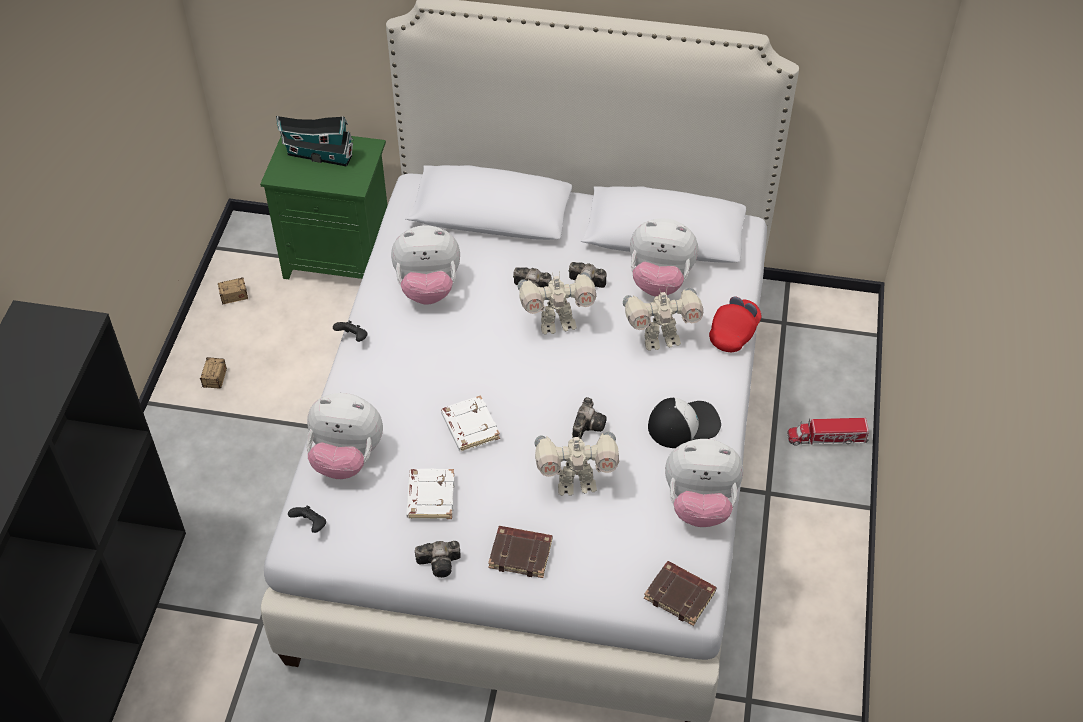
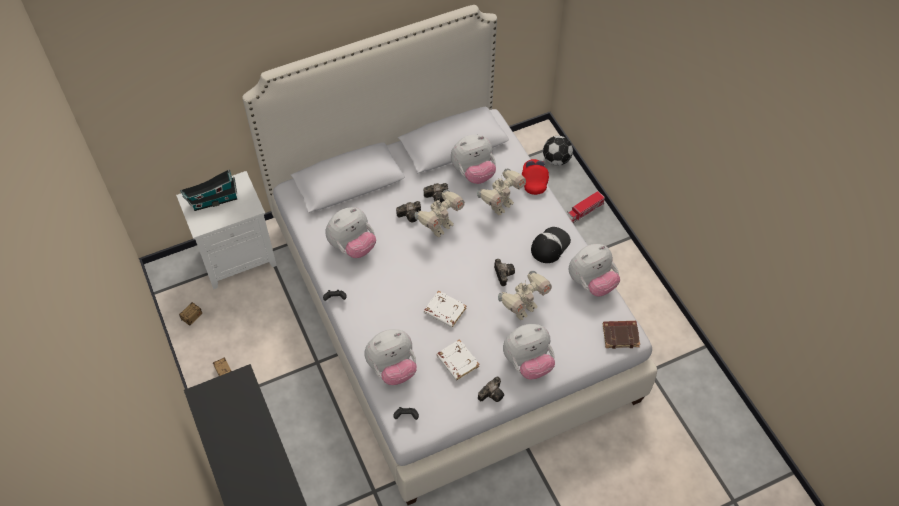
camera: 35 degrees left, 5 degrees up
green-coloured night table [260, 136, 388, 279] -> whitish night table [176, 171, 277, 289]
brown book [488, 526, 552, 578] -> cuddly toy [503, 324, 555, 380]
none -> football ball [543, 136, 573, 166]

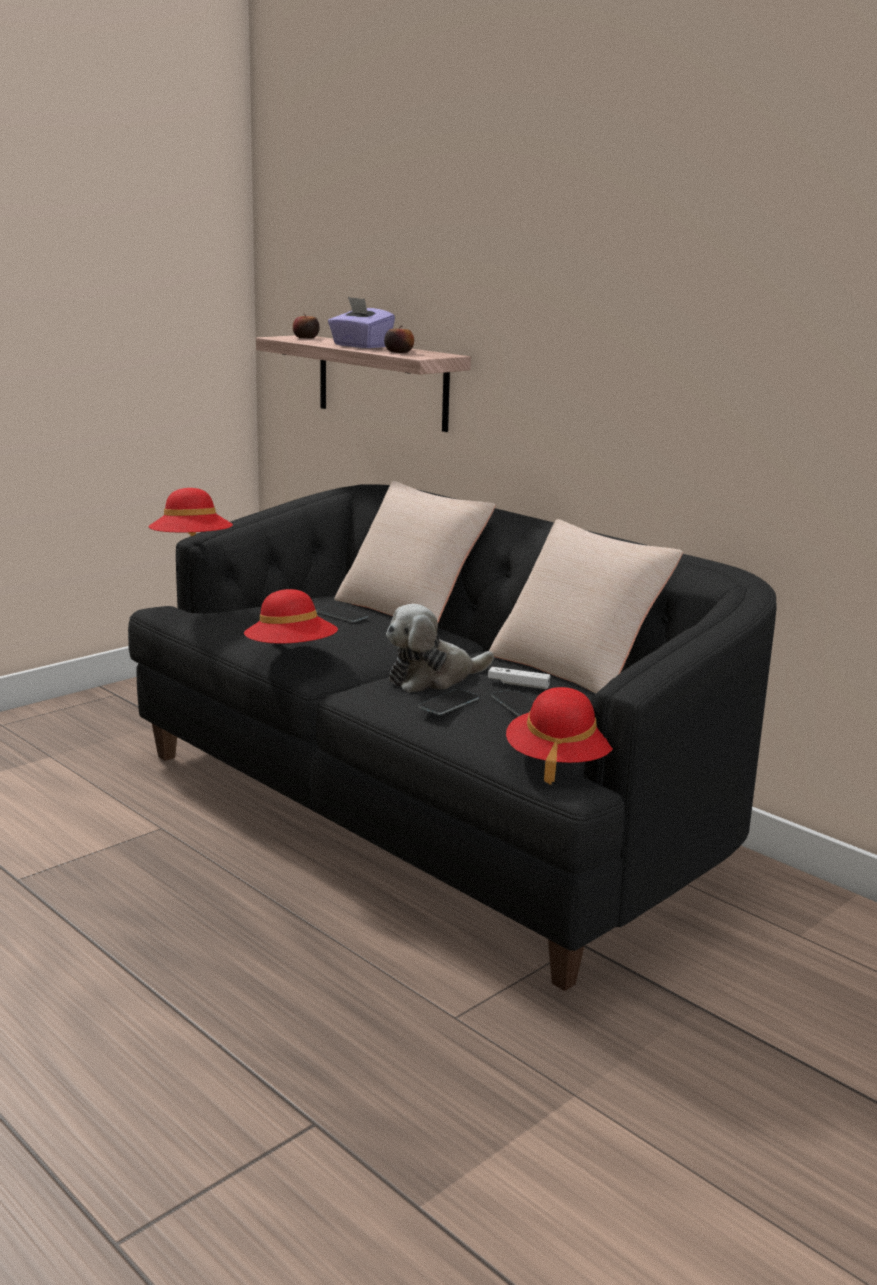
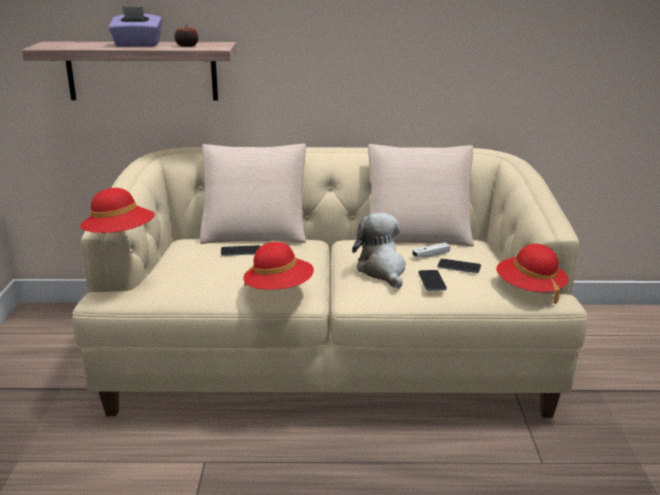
camera: 45 degrees left, 5 degrees up
blackish sofa [128, 484, 777, 991] -> beige sofa [72, 147, 587, 418]
apple fruit [293, 314, 320, 339] -> none
cuddly toy [386, 604, 494, 693] -> cuddly toy [352, 213, 406, 288], 150 degrees clockwise

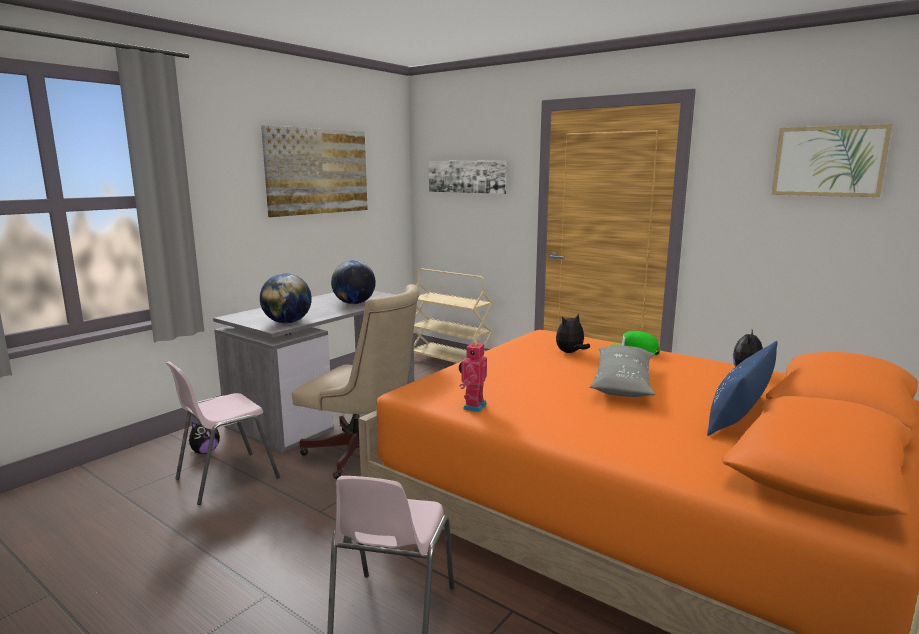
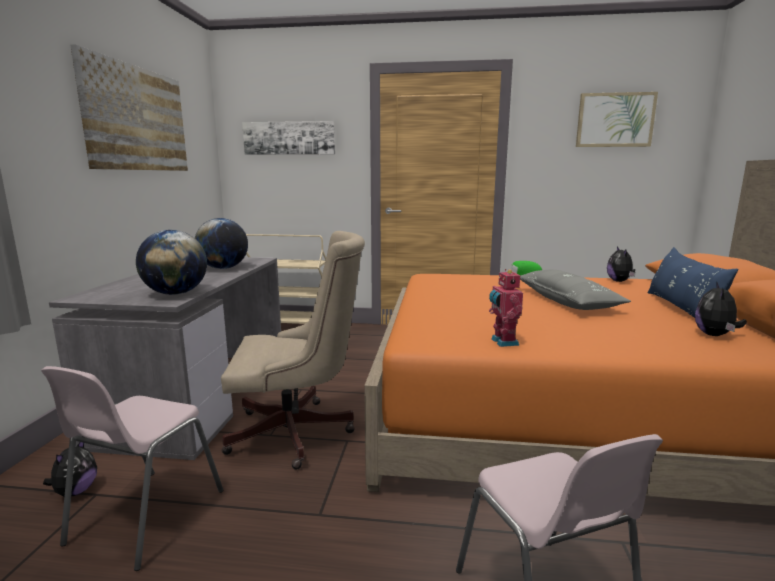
camera: 30 degrees left, 0 degrees up
cuddly toy [556, 313, 590, 353] -> cuddly toy [695, 281, 747, 336], moved

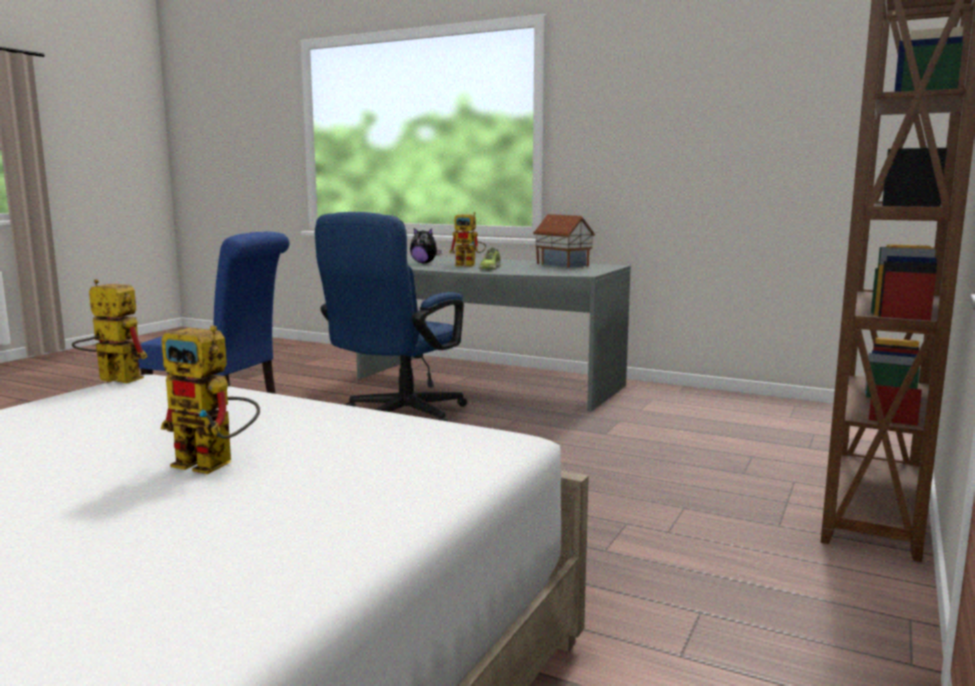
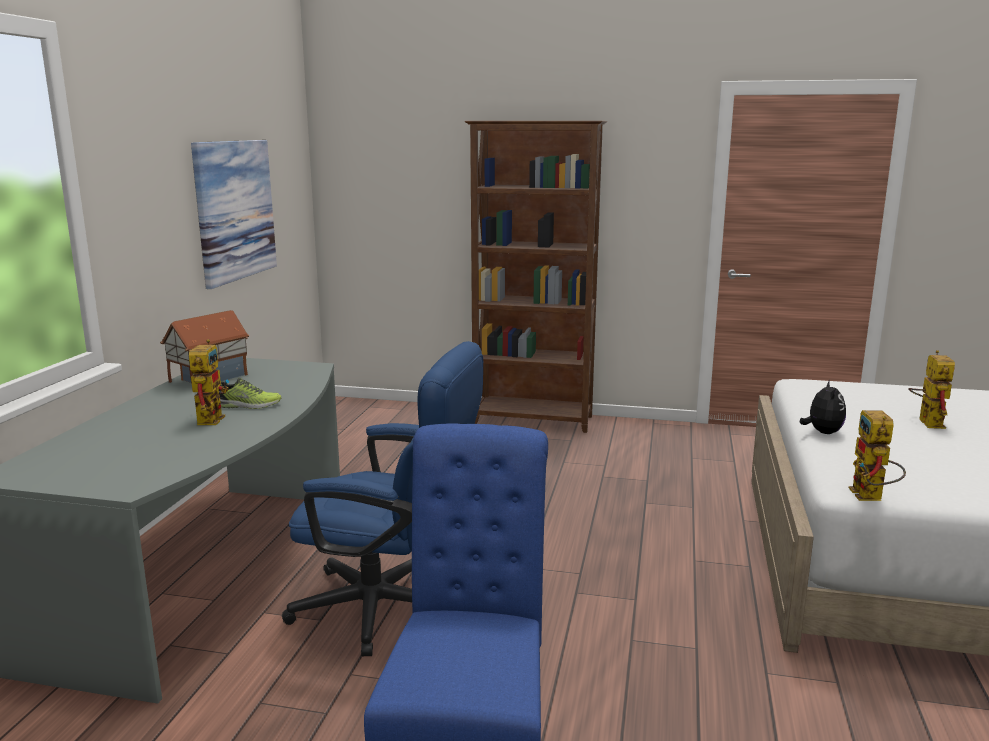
camera: 105 degrees left, 5 degrees up
cuddly toy [410, 228, 442, 264] -> cuddly toy [800, 380, 846, 434], moved
none -> wall art [191, 140, 277, 289]

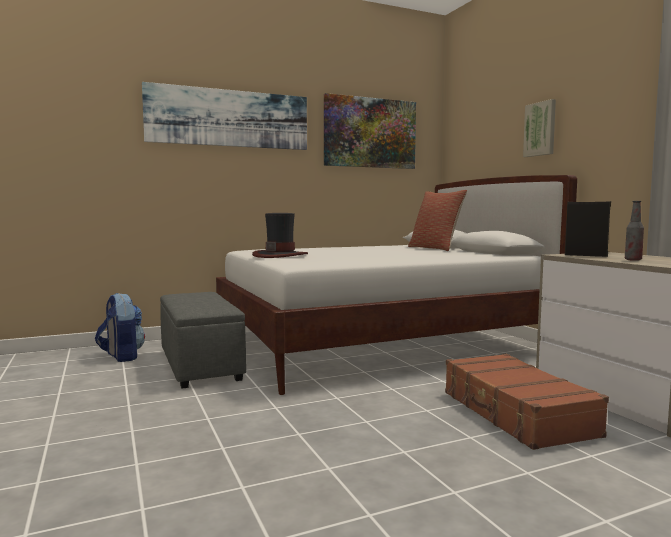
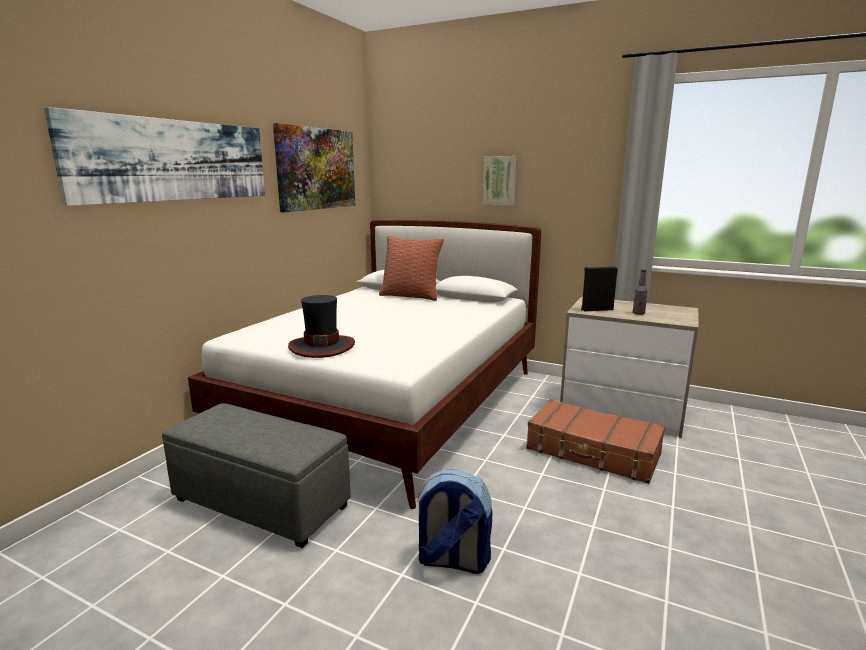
camera: 40 degrees left, 10 degrees up
rucksack [95, 293, 145, 362] -> rucksack [416, 469, 492, 574], moved

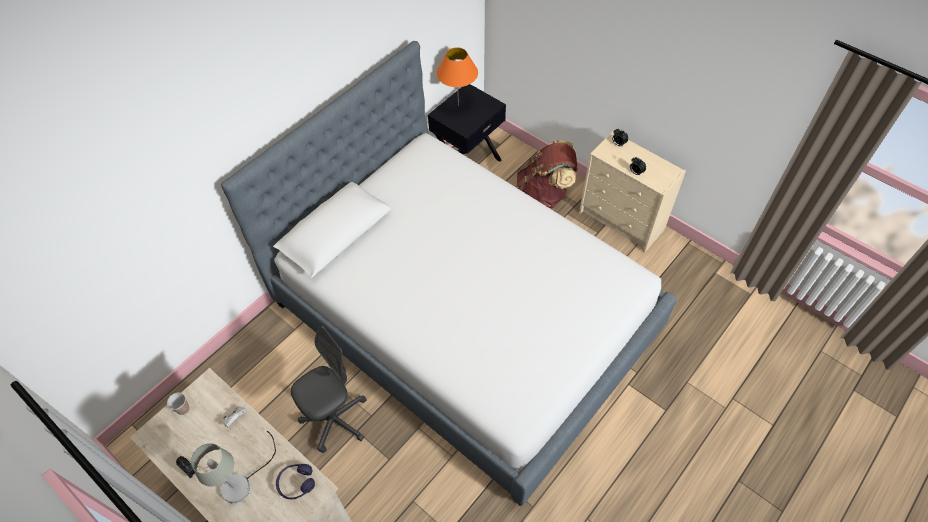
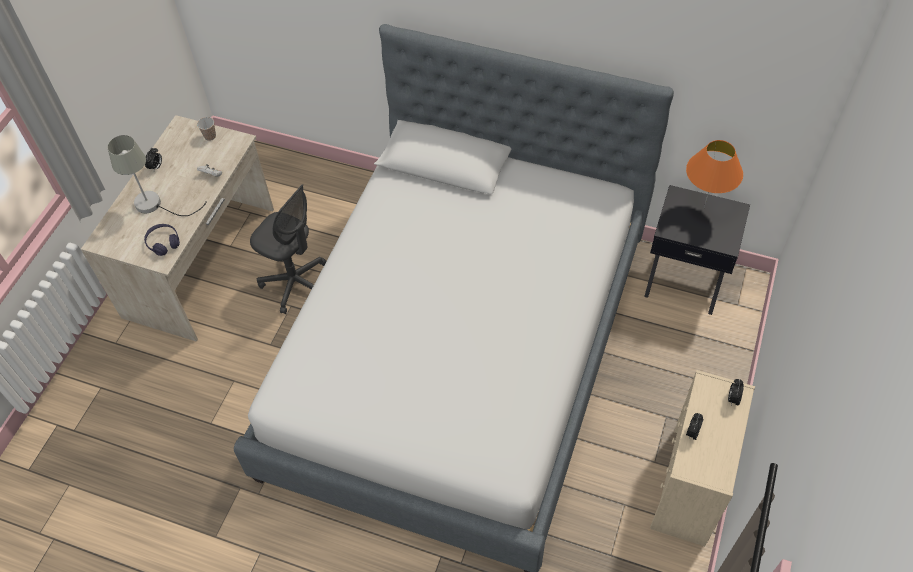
camera: 70 degrees right, 0 degrees up
brown rucksack [517, 140, 577, 209] -> none

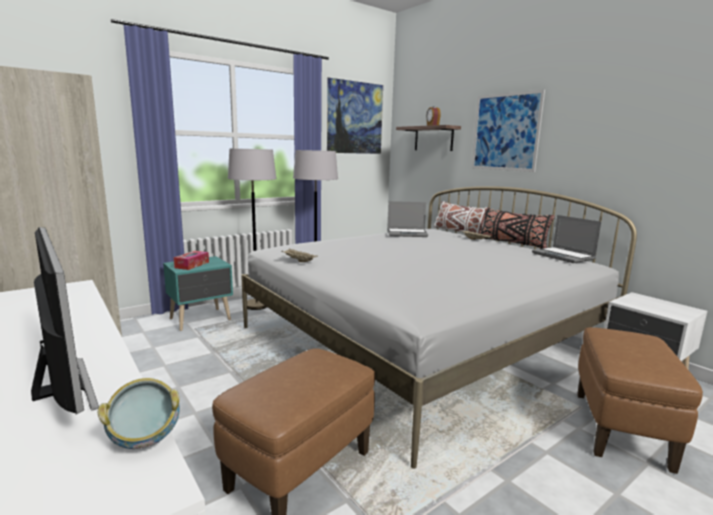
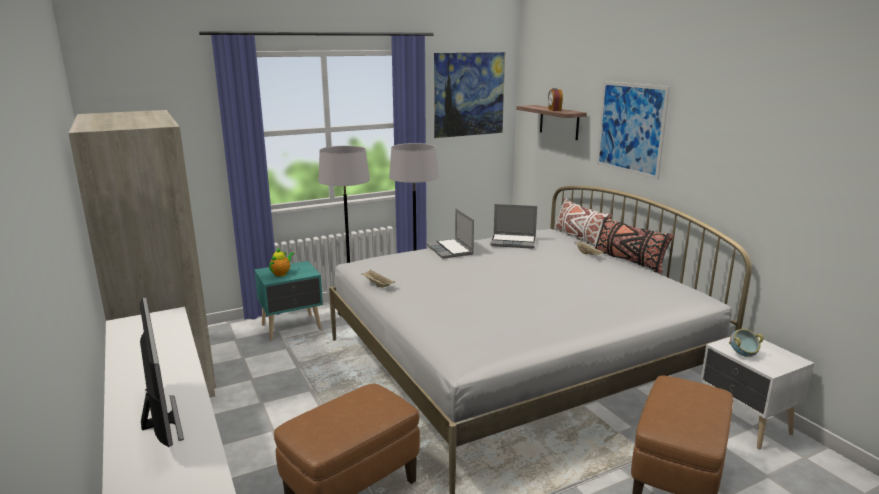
camera: 10 degrees right, 5 degrees up
deep dish [98, 378, 180, 449] -> deep dish [729, 329, 764, 357], moved
box of tissues [174, 251, 209, 270] -> pot for tea [269, 248, 294, 277]
portable computer [532, 215, 601, 263] -> portable computer [426, 208, 474, 259], moved

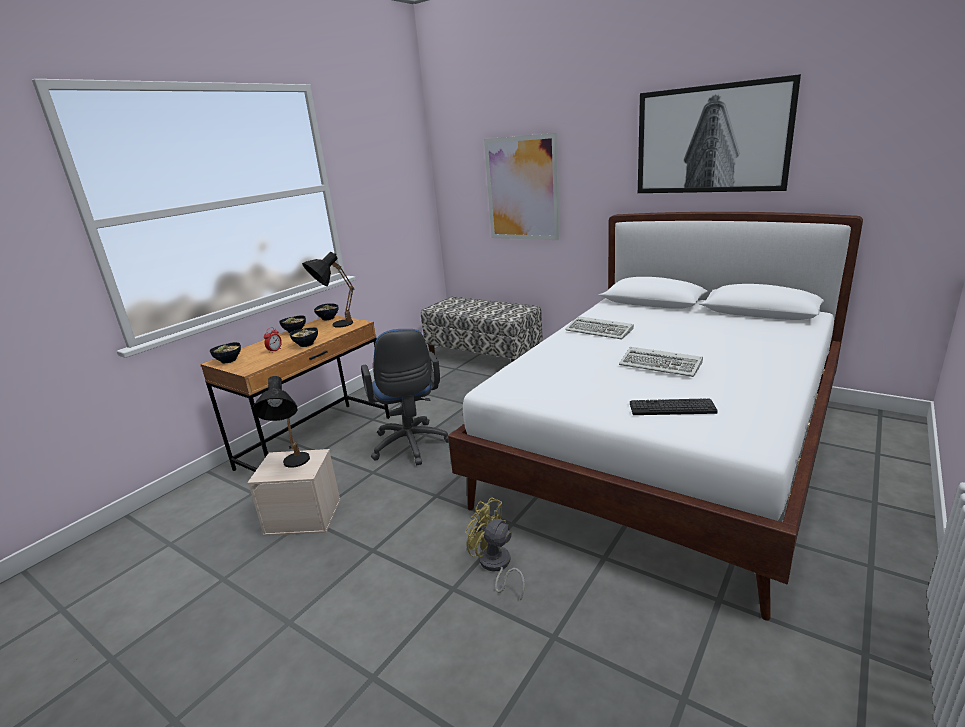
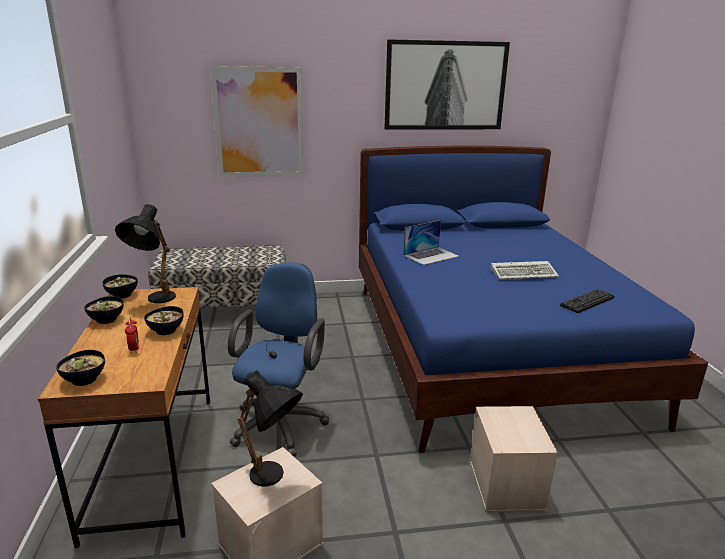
camera: 45 degrees left, 0 degrees up
bluish computer chair [361, 329, 449, 465] -> bluish computer chair [228, 262, 329, 456], 105 degrees counterclockwise
whitish bedroom bed [448, 212, 863, 621] -> bluish bedroom bed [359, 146, 709, 453]
yellowish fan [465, 497, 525, 601] -> beige storage bin [470, 406, 558, 512]
computer keyboard [565, 316, 634, 340] -> portable computer [403, 220, 459, 265]

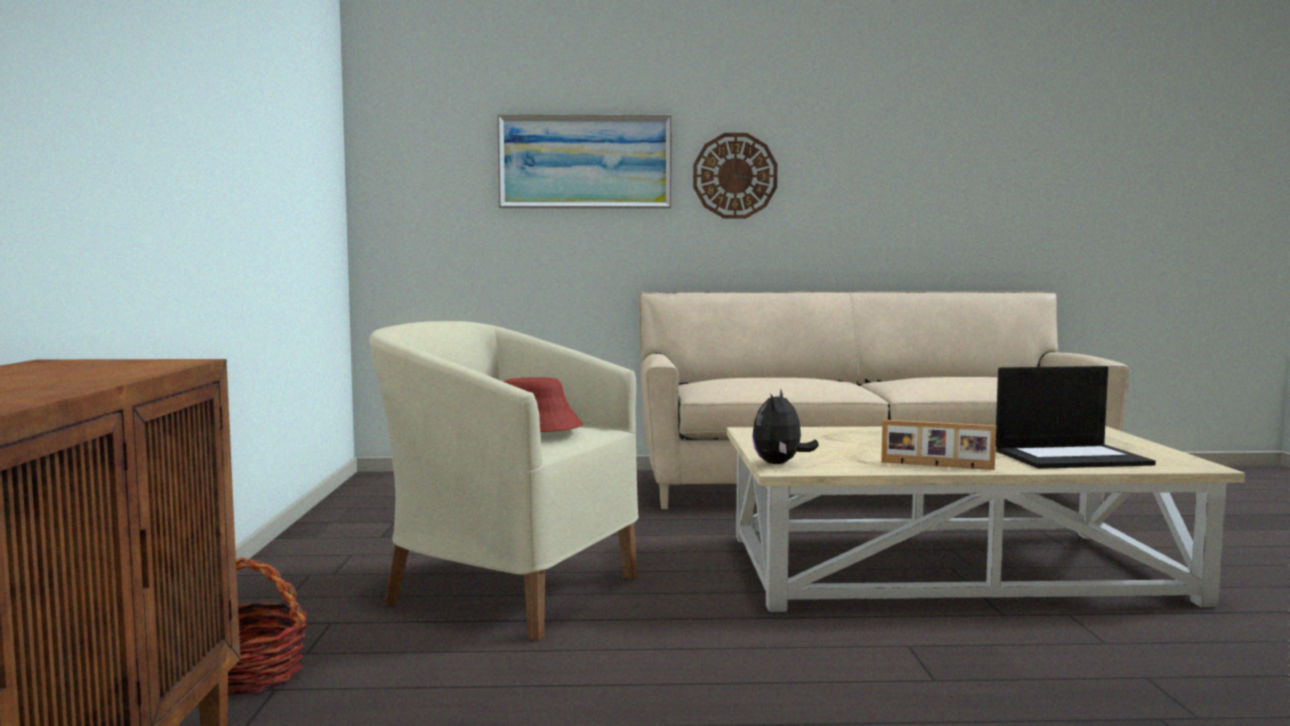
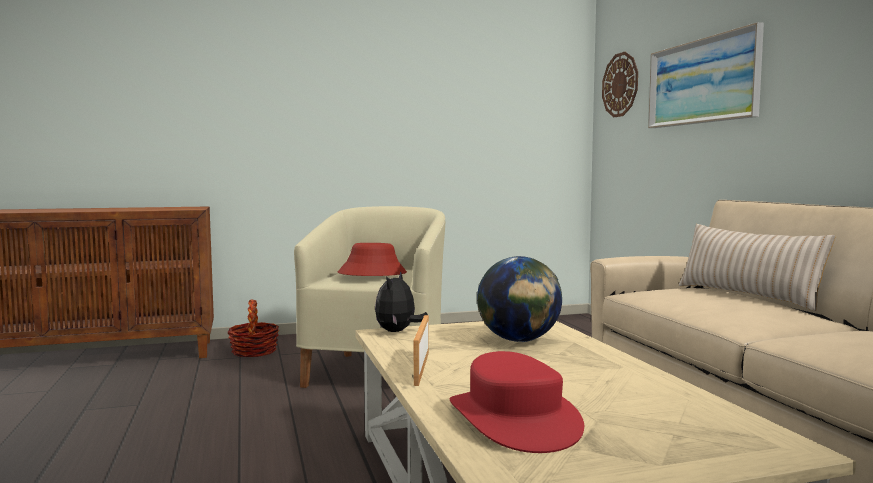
camera: 75 degrees right, 0 degrees up
wall clock [693, 133, 778, 219] -> wall clock [602, 52, 638, 117], moved
cuddly toy [752, 388, 819, 464] -> cuddly toy [375, 271, 428, 332], 75 degrees counterclockwise
portable computer [996, 366, 1156, 469] -> reddish wearable hat [450, 351, 584, 453]
none -> world globe [477, 256, 562, 342]
none -> beige throw pillow [678, 224, 836, 311]

